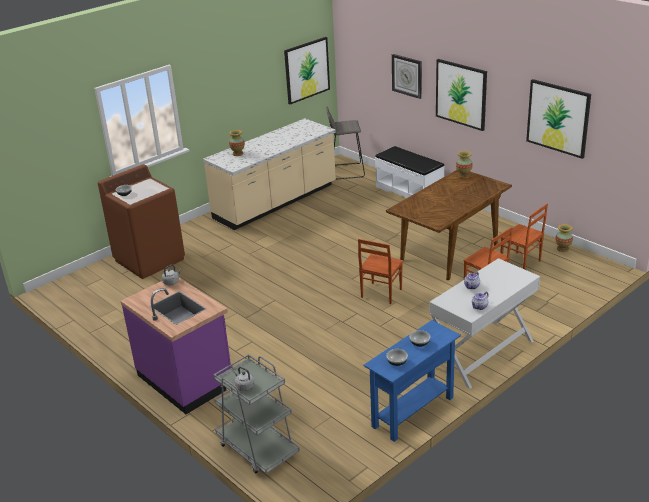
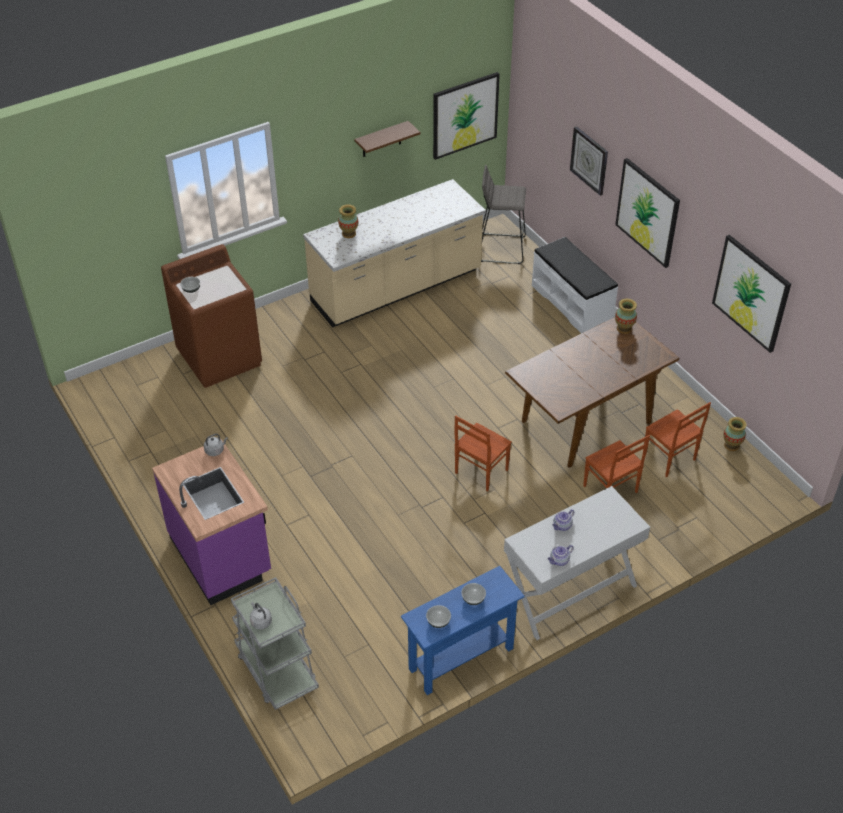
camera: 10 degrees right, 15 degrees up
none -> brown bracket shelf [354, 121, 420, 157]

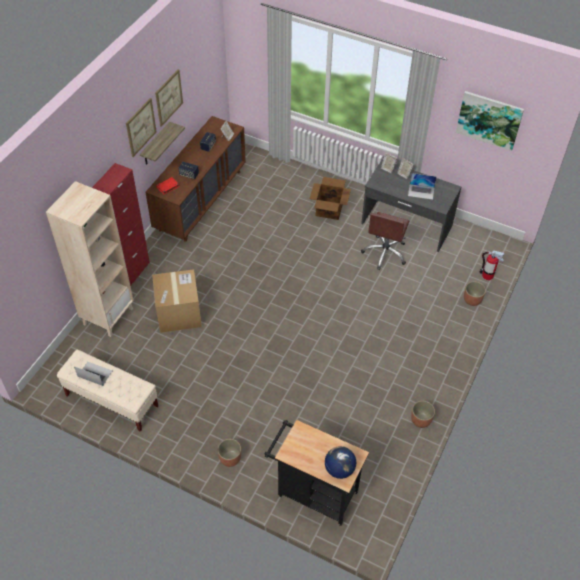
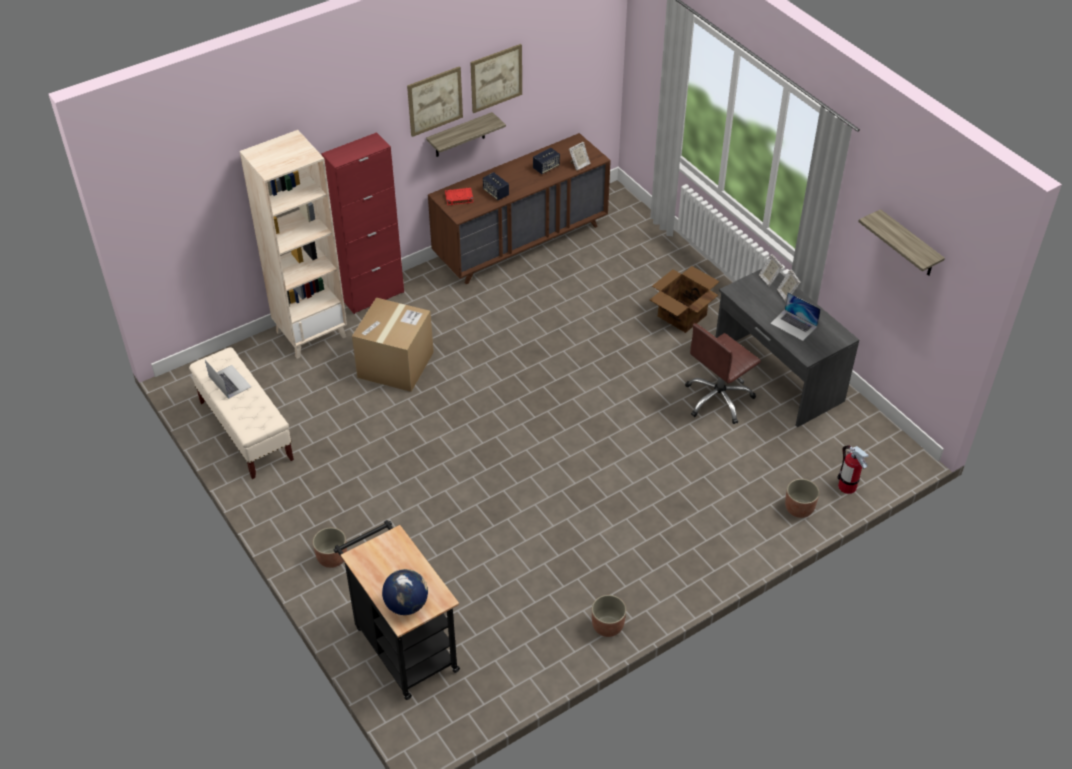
camera: 30 degrees right, 5 degrees down
wall art [456, 91, 524, 151] -> bracket shelf [858, 209, 945, 276]

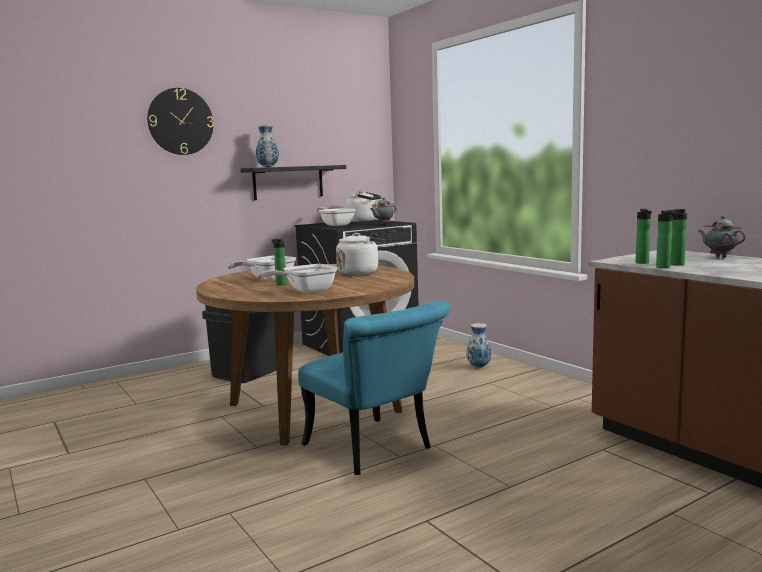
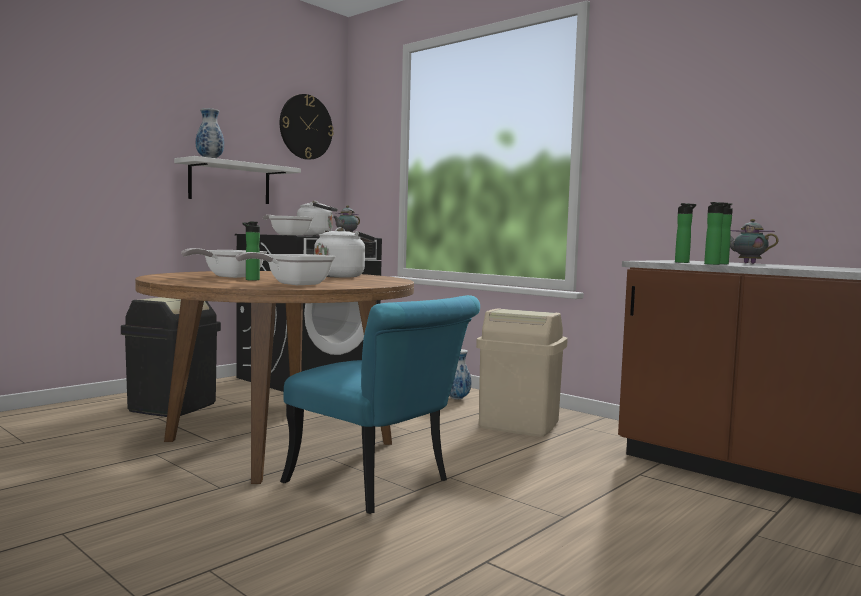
camera: 15 degrees left, 5 degrees down
wall clock [147, 88, 214, 155] -> wall clock [280, 94, 334, 160], moved
blackish bracket shelf [241, 165, 346, 200] -> whitish bracket shelf [174, 156, 301, 204]
none -> beige waste bin [476, 308, 568, 437]

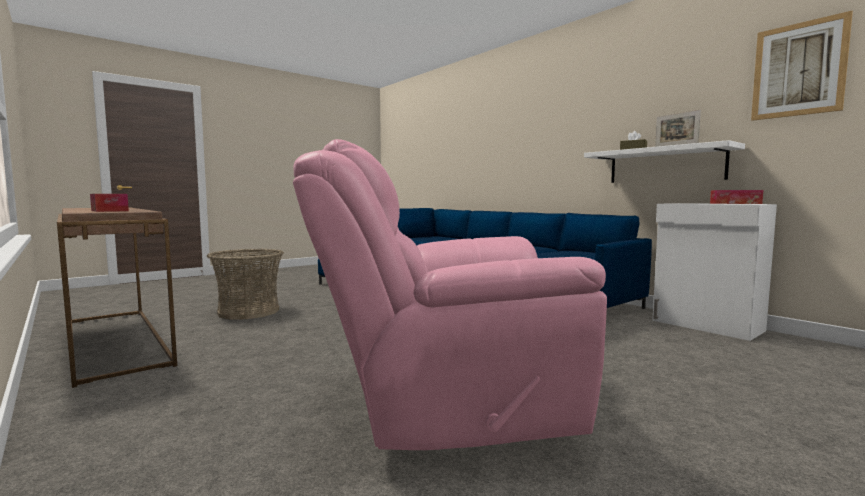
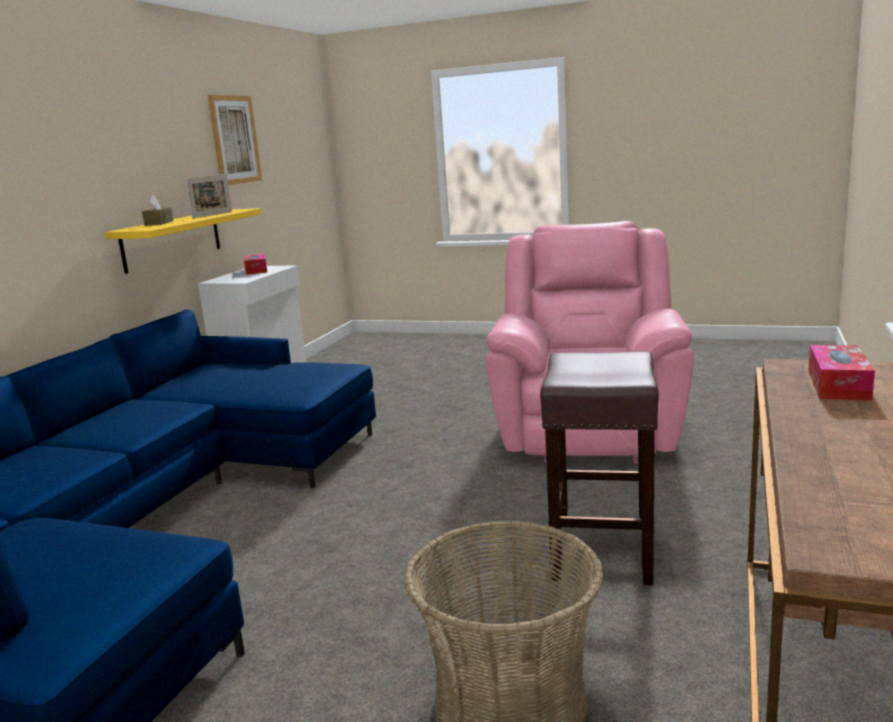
camera: 120 degrees left, 10 degrees up
pinkish easy chair [293, 139, 607, 450] -> pinkish easy chair [486, 221, 694, 464], 135 degrees counterclockwise
whitish bracket shelf [584, 140, 745, 183] -> yellowish bracket shelf [105, 208, 261, 274]
none -> brown stool [540, 352, 659, 586]

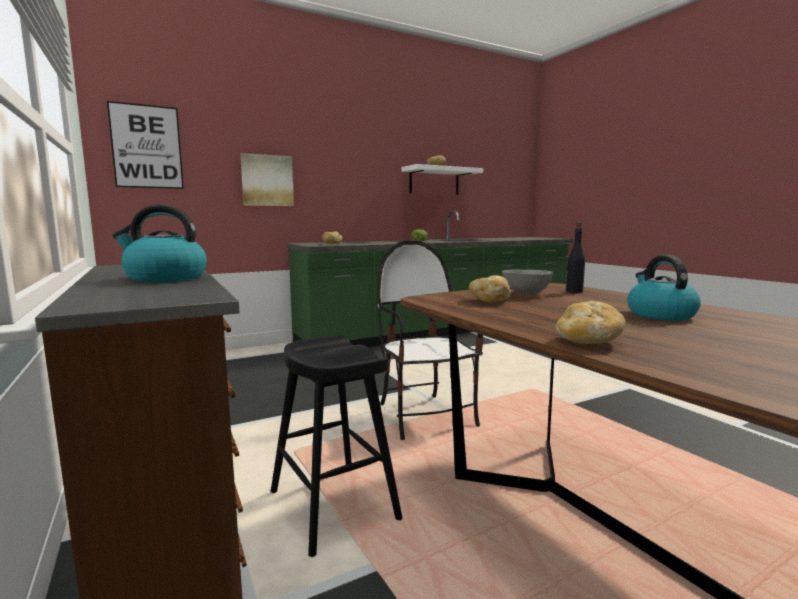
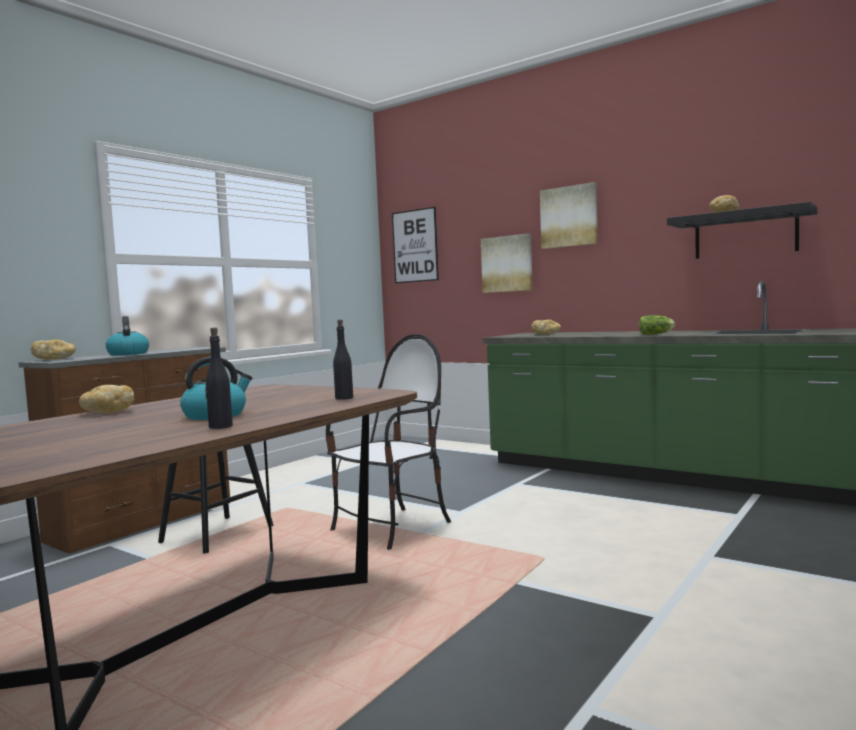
camera: 65 degrees right, 5 degrees down
whitish bracket shelf [401, 164, 483, 195] -> blackish bracket shelf [667, 202, 817, 259]
bread [469, 275, 511, 302] -> bread [30, 339, 76, 360], moved
grey deep dish [502, 270, 553, 295] -> none
none -> blackish bottle [205, 328, 233, 429]
none -> wall art [540, 182, 598, 249]

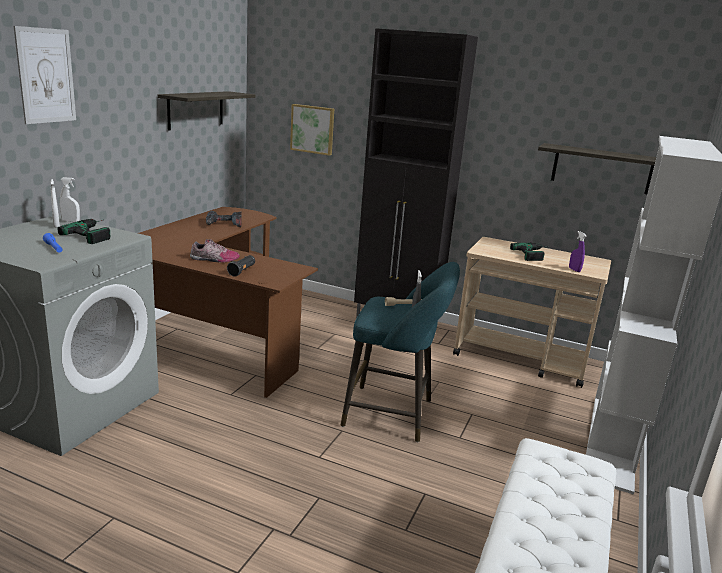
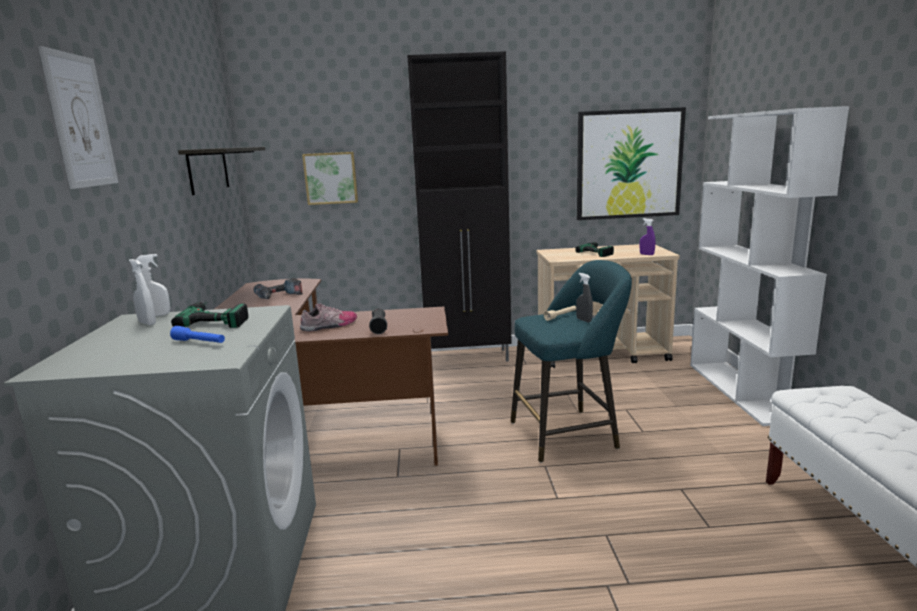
camera: 25 degrees left, 5 degrees down
bracket shelf [538, 143, 656, 194] -> wall art [577, 107, 686, 220]

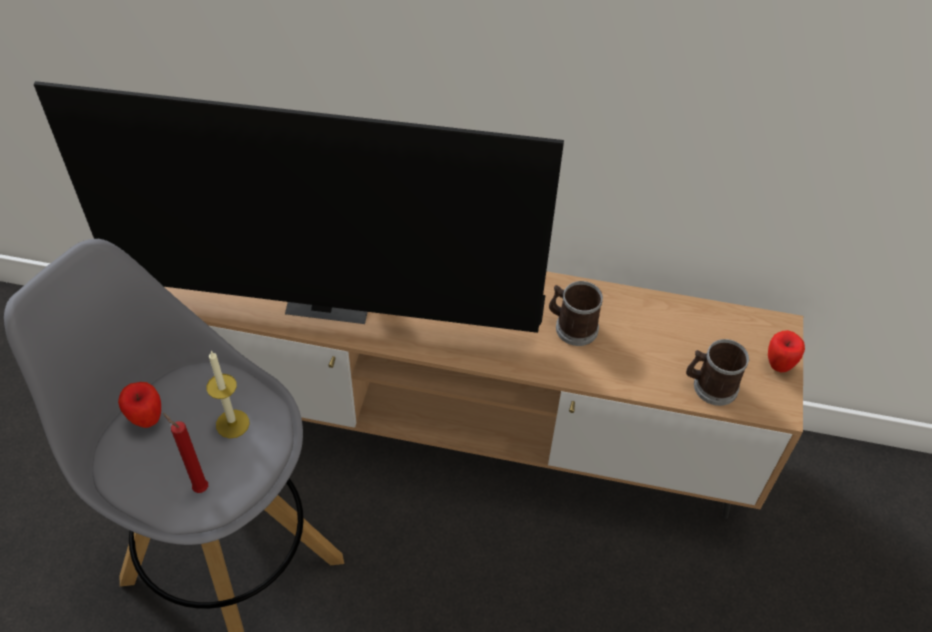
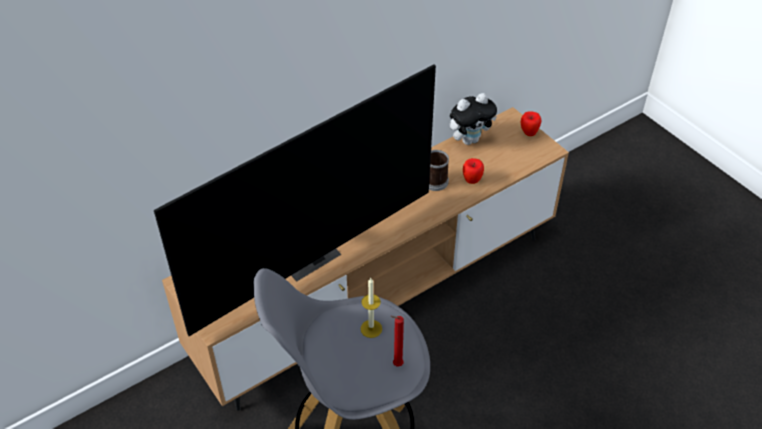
camera: 45 degrees left, 5 degrees down
apple fruit [118, 382, 161, 428] -> apple fruit [463, 158, 484, 184], moved
mug [686, 339, 749, 406] -> none
none -> cuddly toy [450, 93, 497, 145]

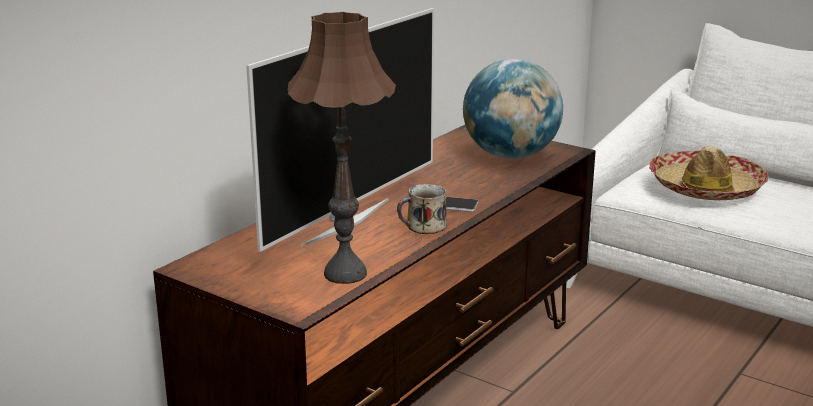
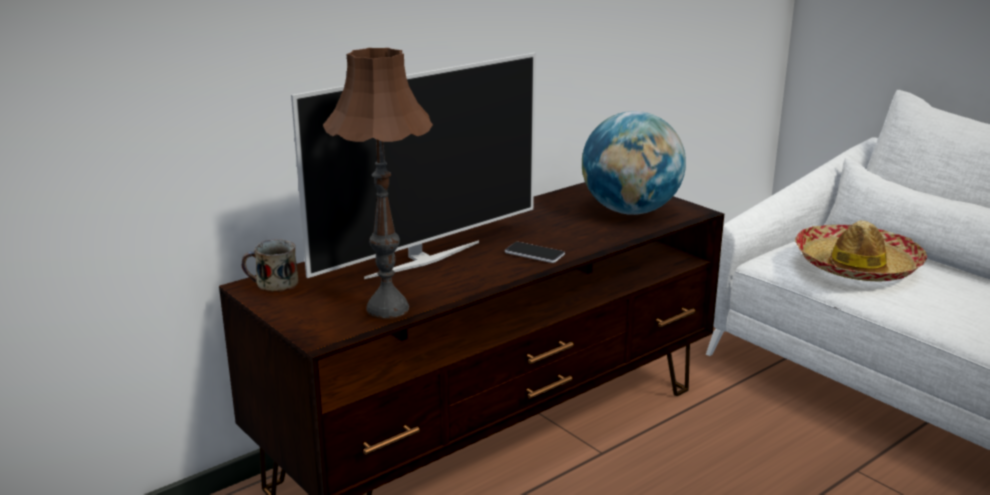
camera: 15 degrees right, 0 degrees up
mug [397, 184, 447, 234] -> mug [241, 239, 299, 292], moved

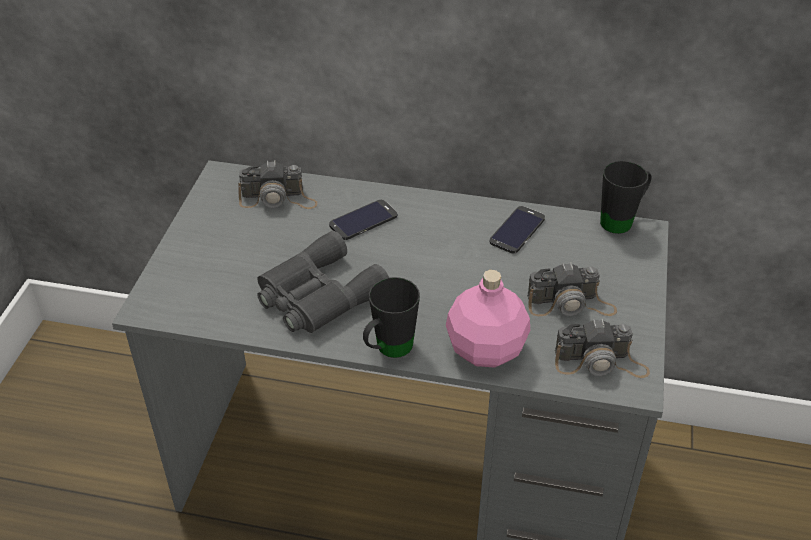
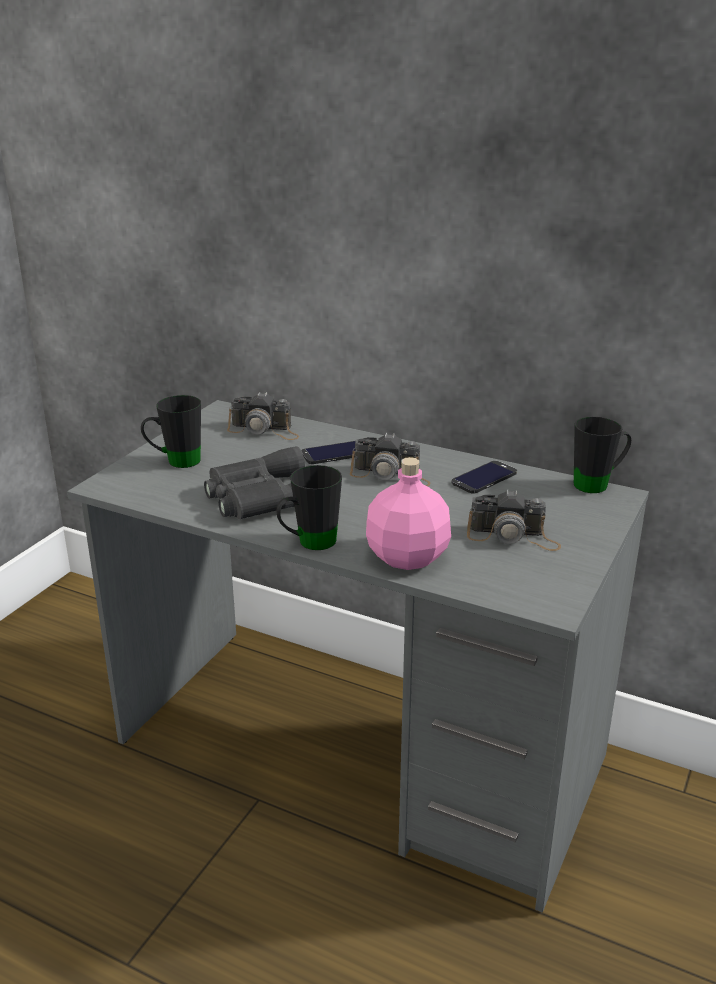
camera: 15 degrees right, 15 degrees down
still camera [555, 319, 650, 378] -> still camera [350, 433, 431, 486], moved
none -> blackish mug [141, 395, 201, 468]

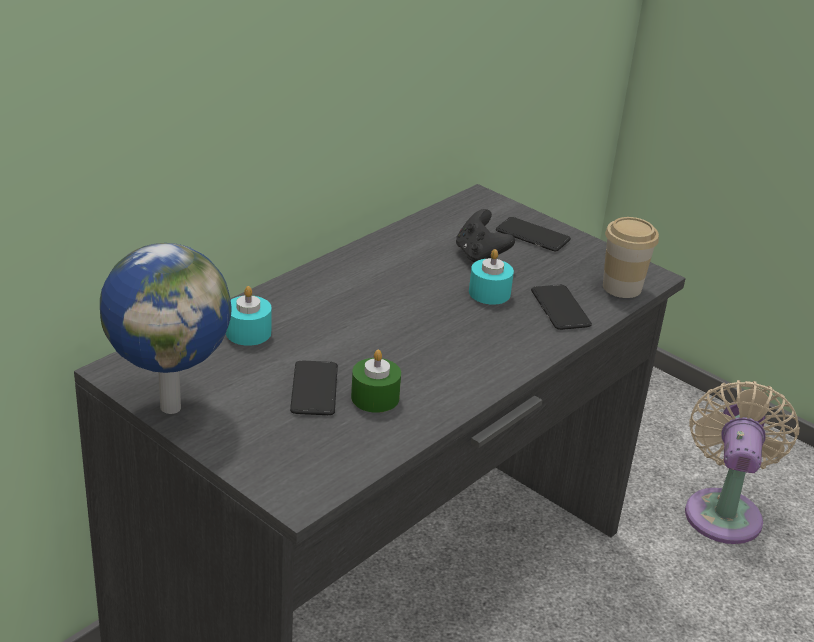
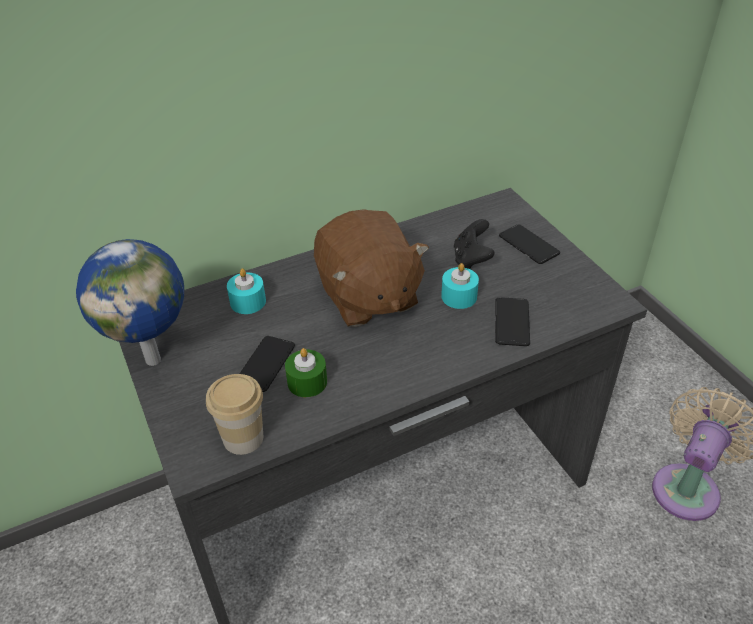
camera: 25 degrees right, 10 degrees up
drinking cup [603, 217, 659, 298] -> drinking cup [206, 374, 263, 455], moved
none -> brown cuddly toy [314, 209, 429, 327]

